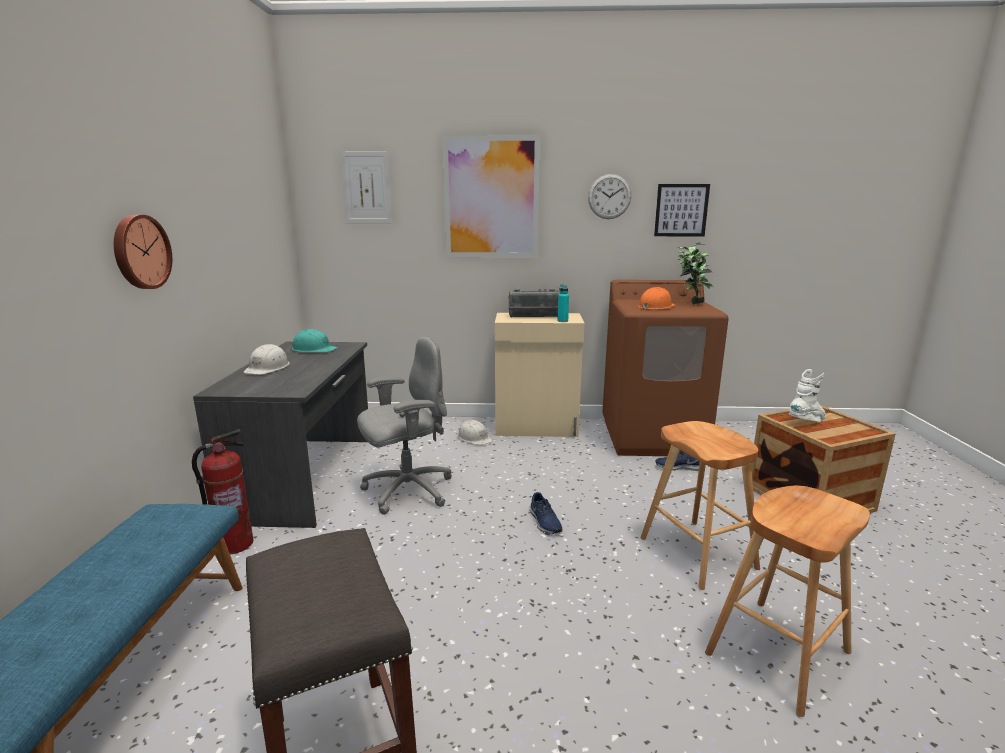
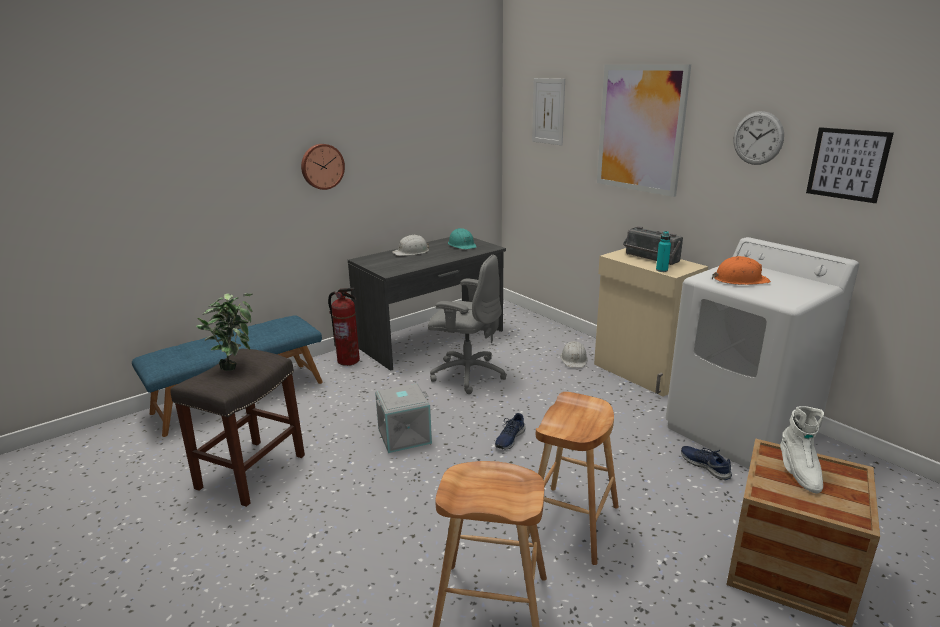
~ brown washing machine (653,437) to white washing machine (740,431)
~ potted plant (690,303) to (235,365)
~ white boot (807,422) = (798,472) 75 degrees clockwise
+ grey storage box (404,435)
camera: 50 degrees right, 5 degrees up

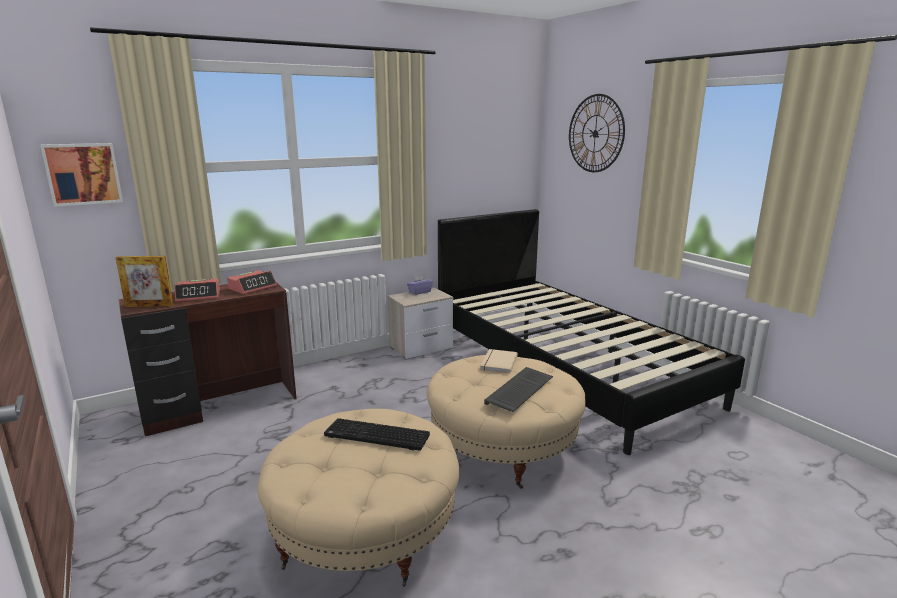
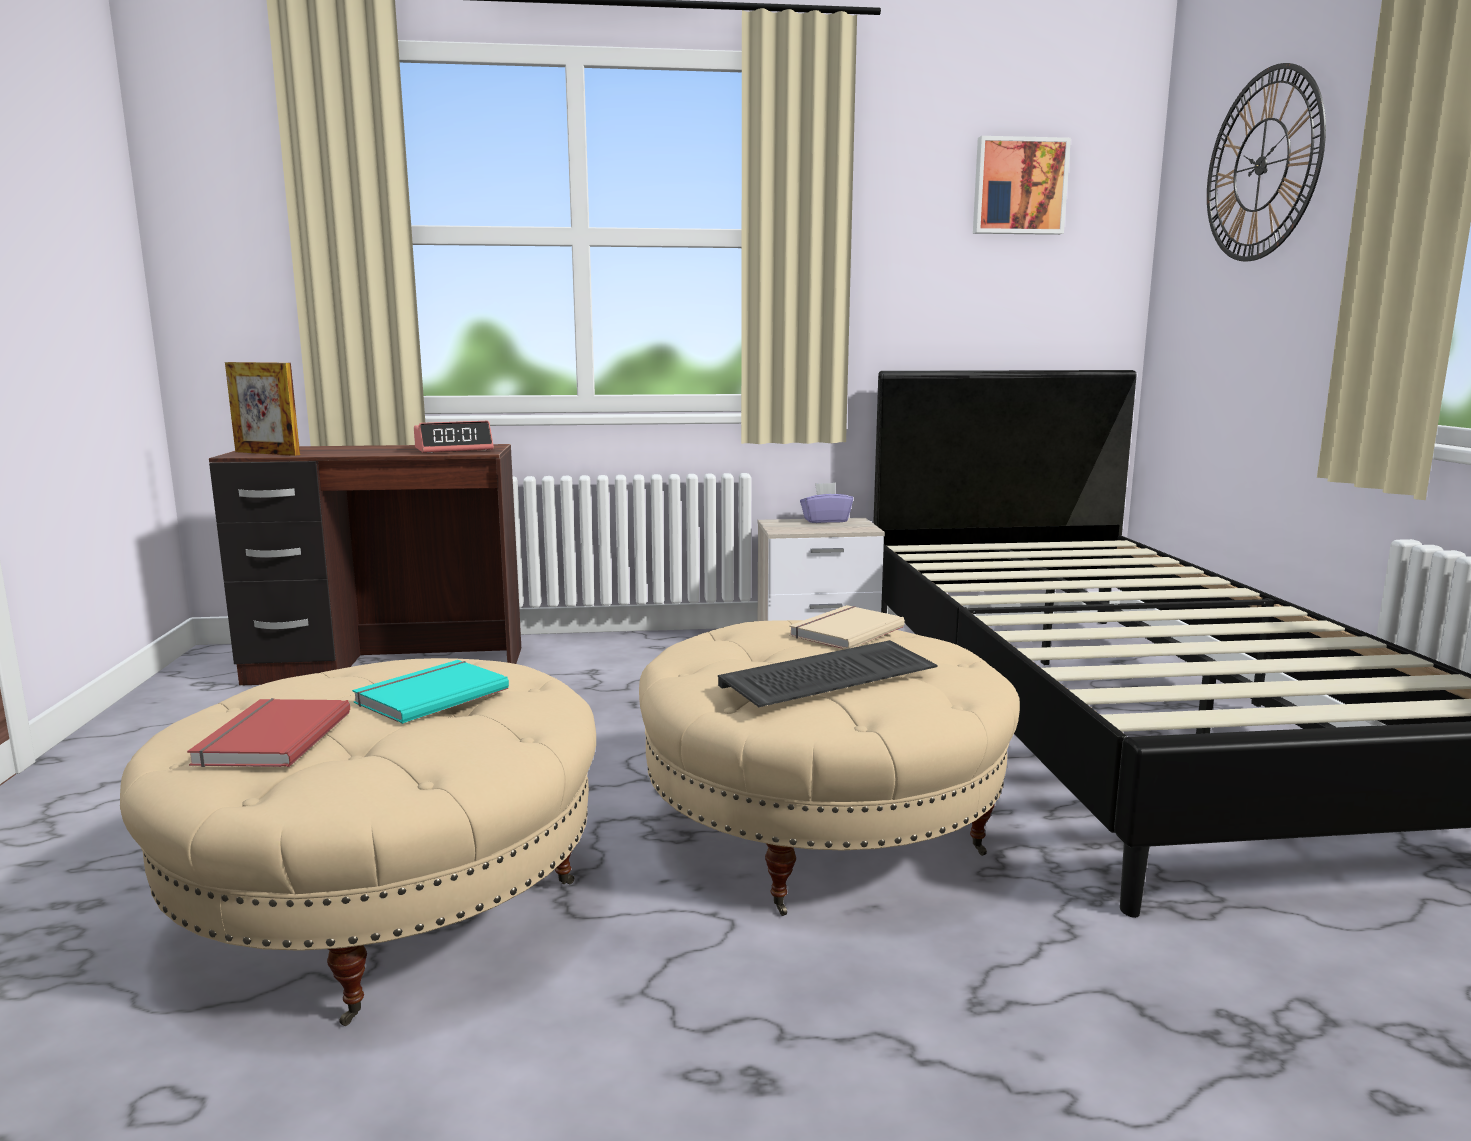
~ picture (83,174) to (1019,187)
- alarm clock (198,296)
~ keyboard (375,436) to turquoise book (429,695)
+ red book (269,738)
camera: 25 degrees right, 5 degrees down

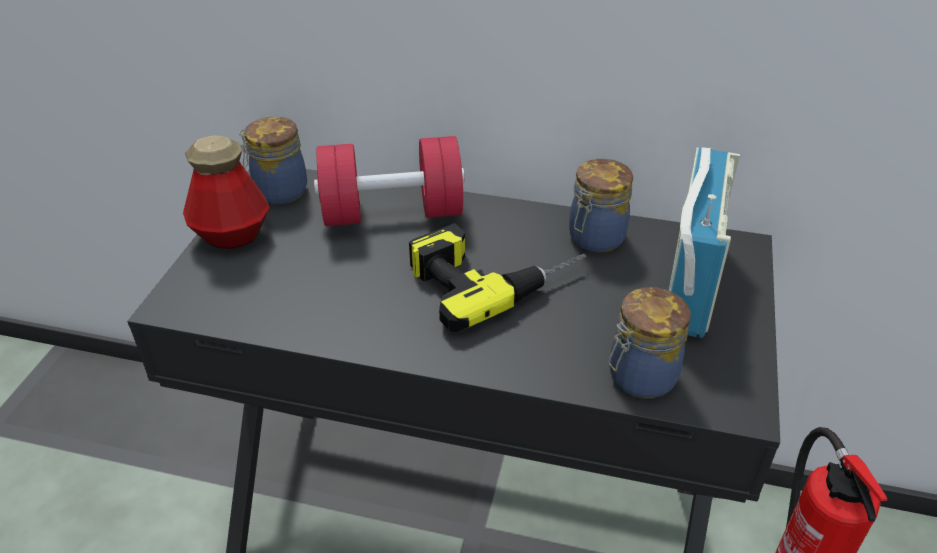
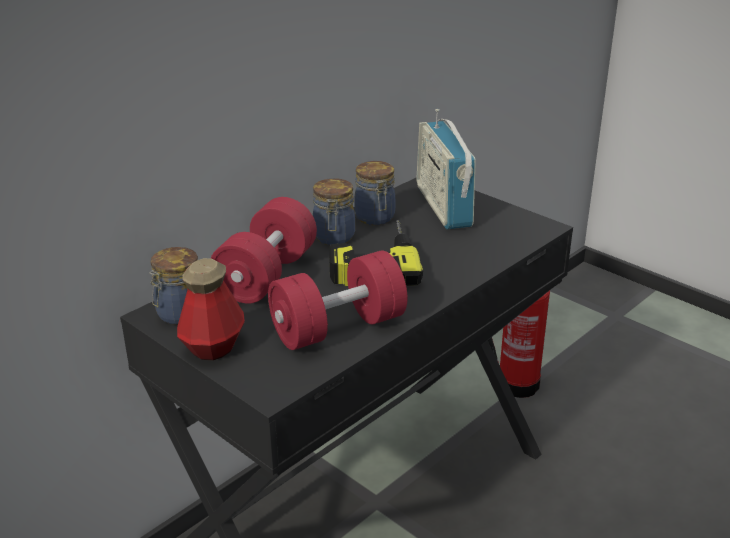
~ jar (639,378) to (334,238)
~ radio (689,284) = (443,206) 150 degrees counterclockwise
+ red dumbbell (338,328)
camera: 60 degrees left, 10 degrees down

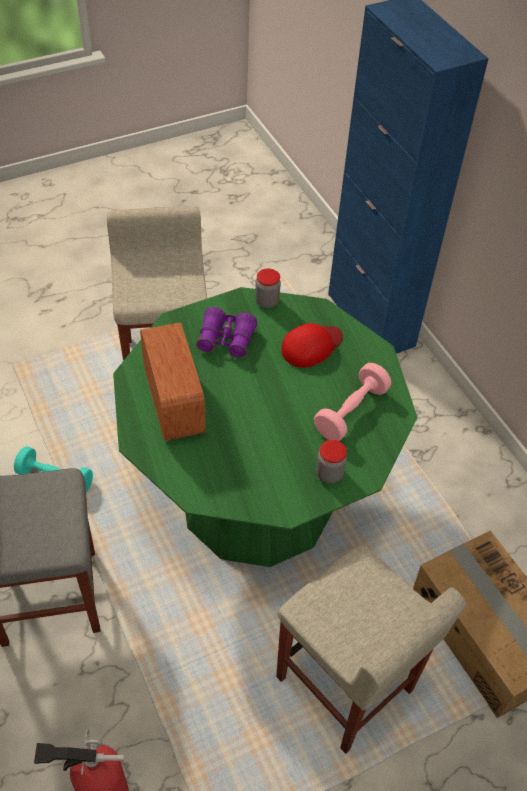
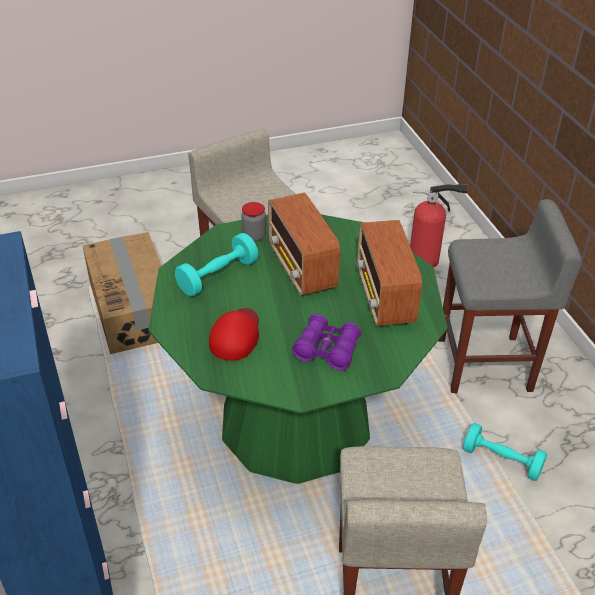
- jar (267,301)
~ red cap (311,346) = (236,335) 135 degrees clockwise
~ pink dumbbell (351,411) to turquoise dumbbell (218,276)
+ radio (302,269)
camera: 170 degrees left, 10 degrees down

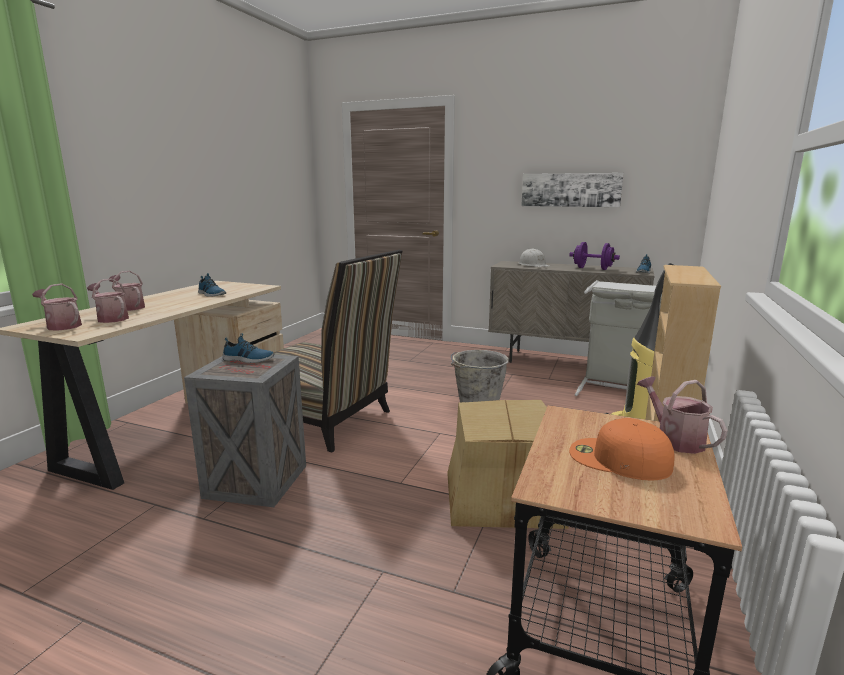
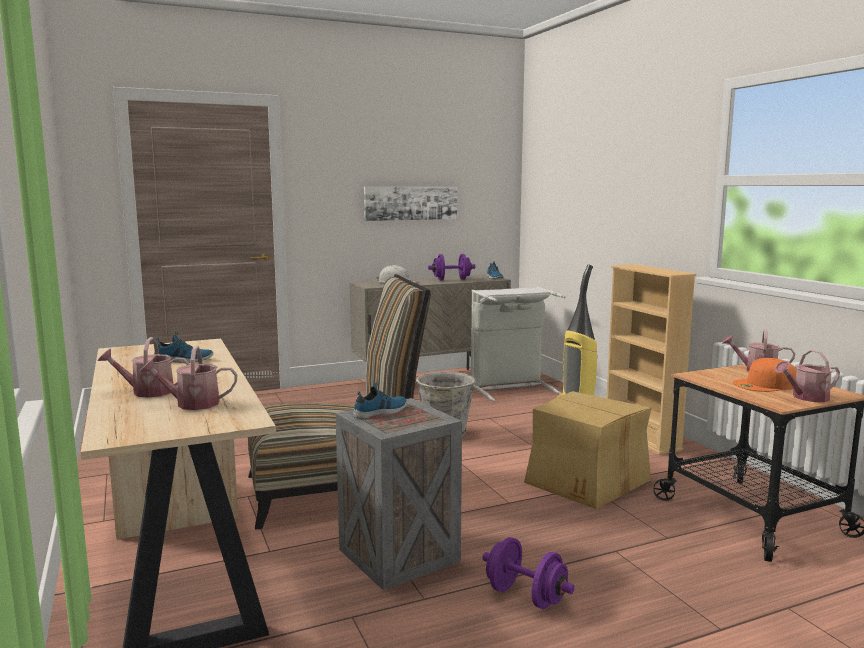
~ watering can (61,326) to (806,397)
+ purple dumbbell (525,596)
camera: 45 degrees left, 5 degrees down

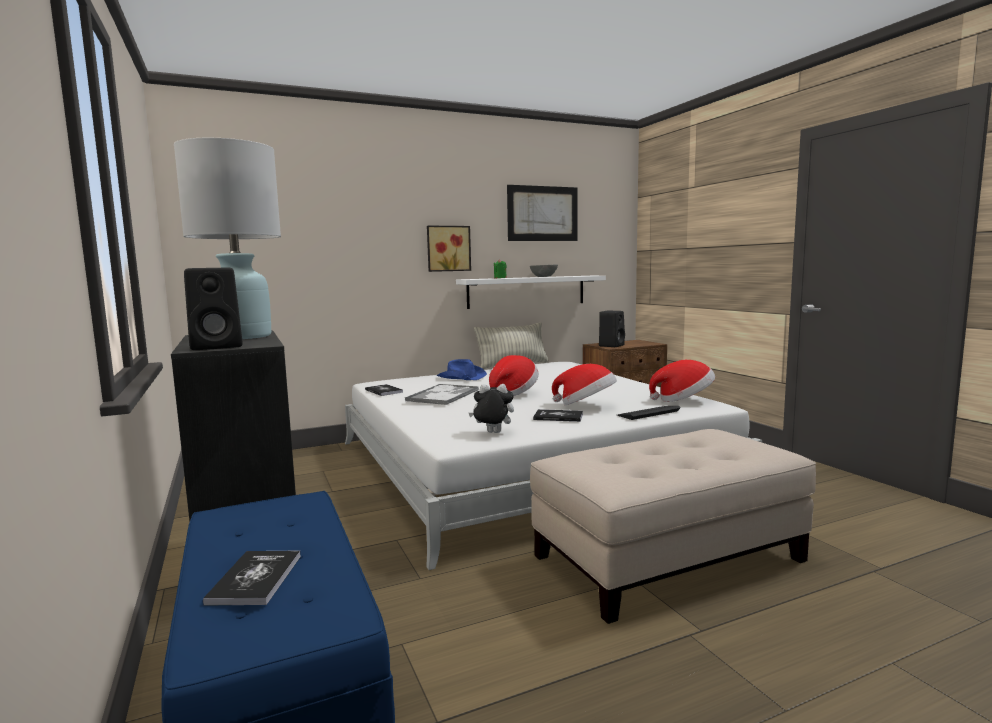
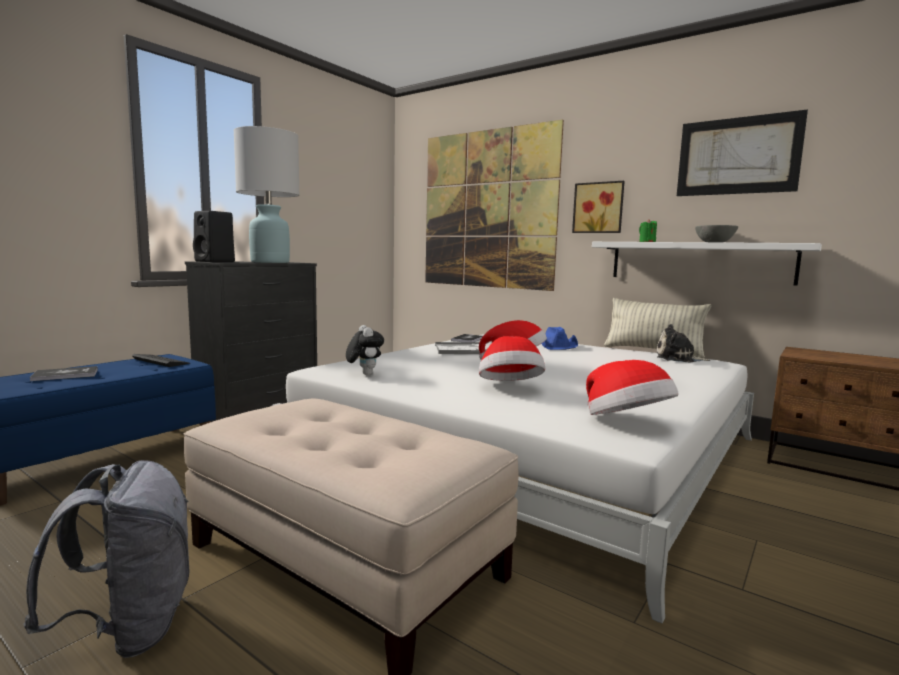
- book (558,417)
- black speaker (611,345)
~ keyboard (648,413) to (161,361)
+ grey backpack (129,629)
+ picture (487,210)
+ plush toy (678,358)
camera: 60 degrees right, 0 degrees up

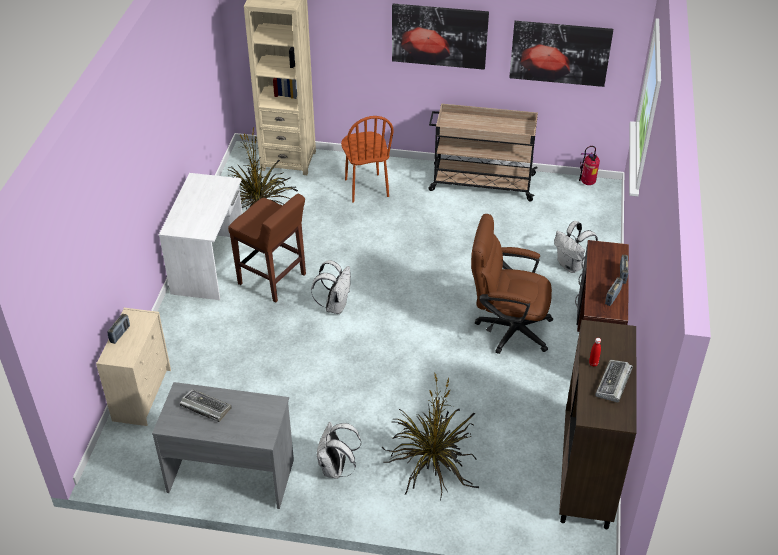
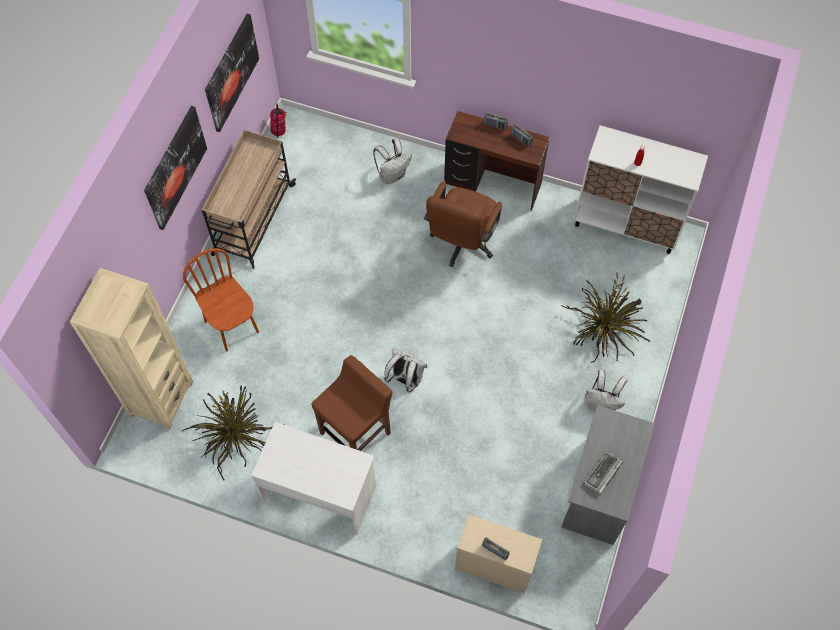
~ brown chair (366,188) = (232,326) 120 degrees counterclockwise
~ brown cabinet (586,474) to white cabinet (627,225)
- keyboard (613,384)
camera: 80 degrees left, 20 degrees up

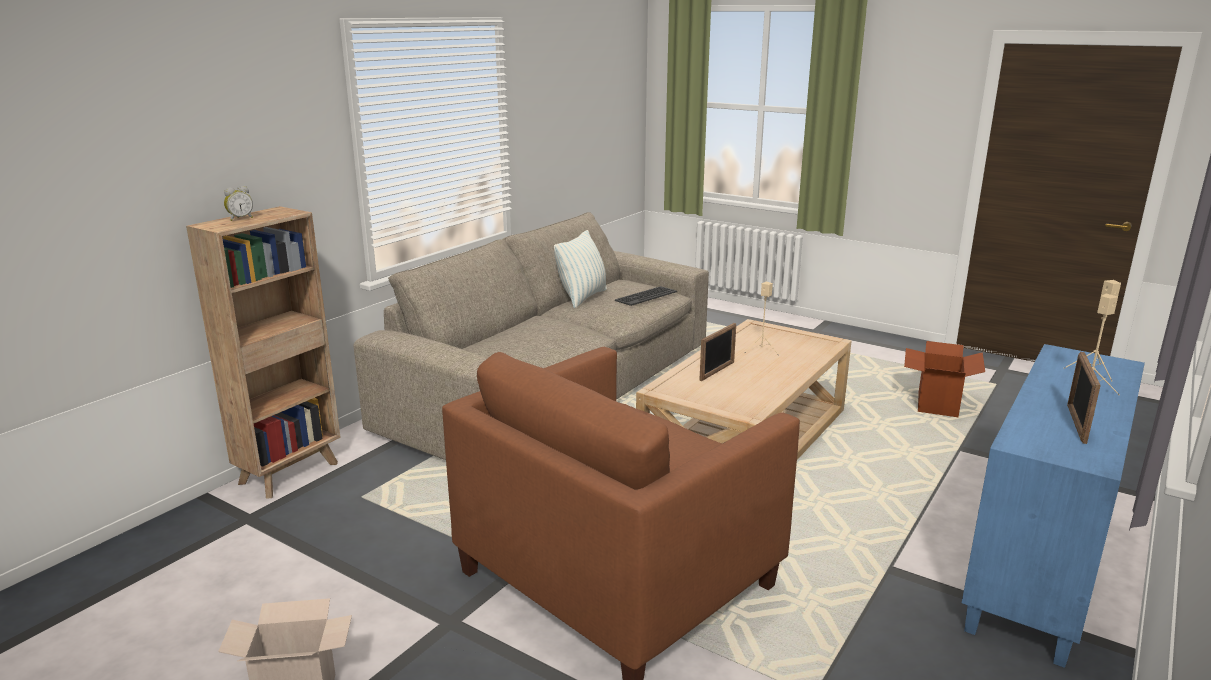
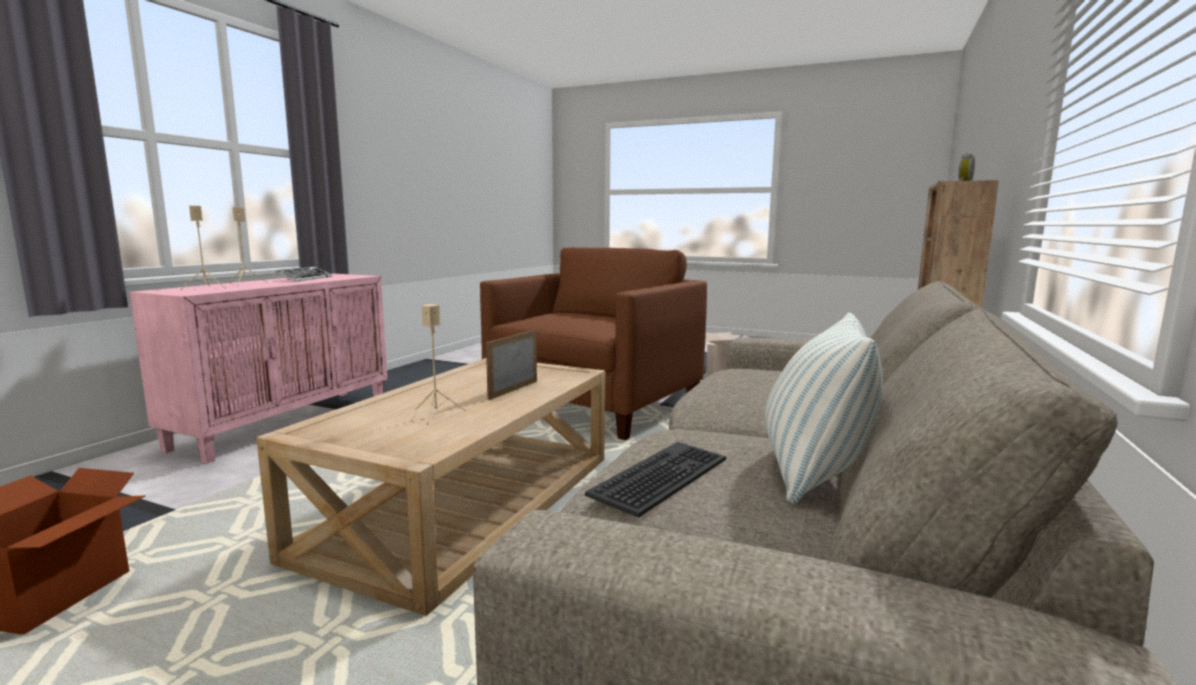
~ blue cabinet (1039,572) to pink cabinet (286,422)
~ picture frame (1076,424) to keyboard (304,278)
camera: 170 degrees right, 10 degrees down

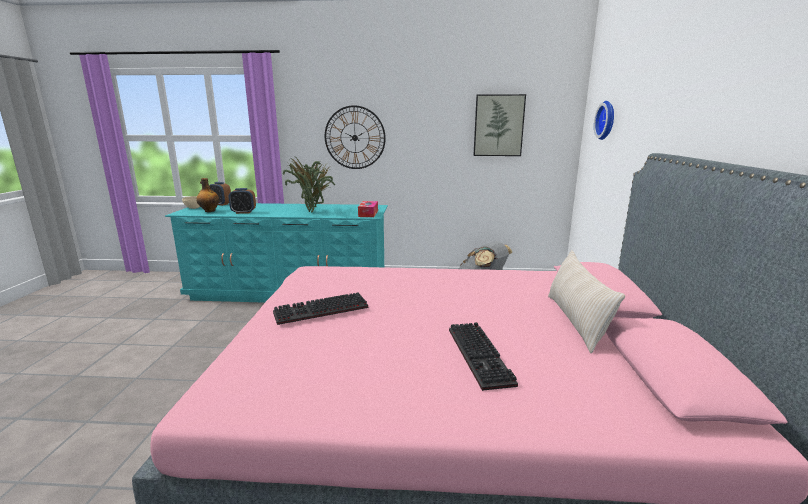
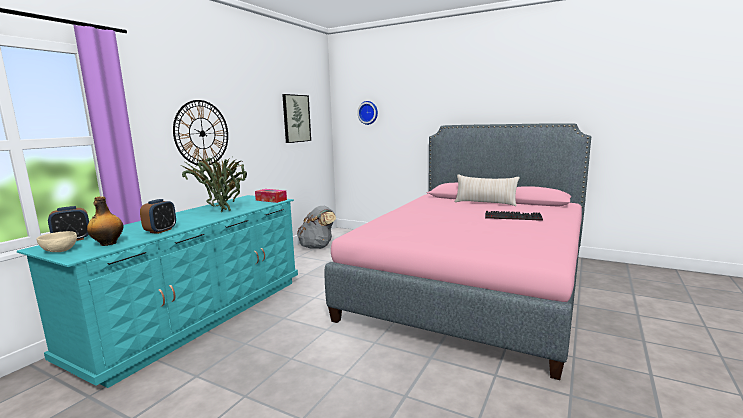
- keyboard (320,311)
camera: 65 degrees left, 5 degrees down

